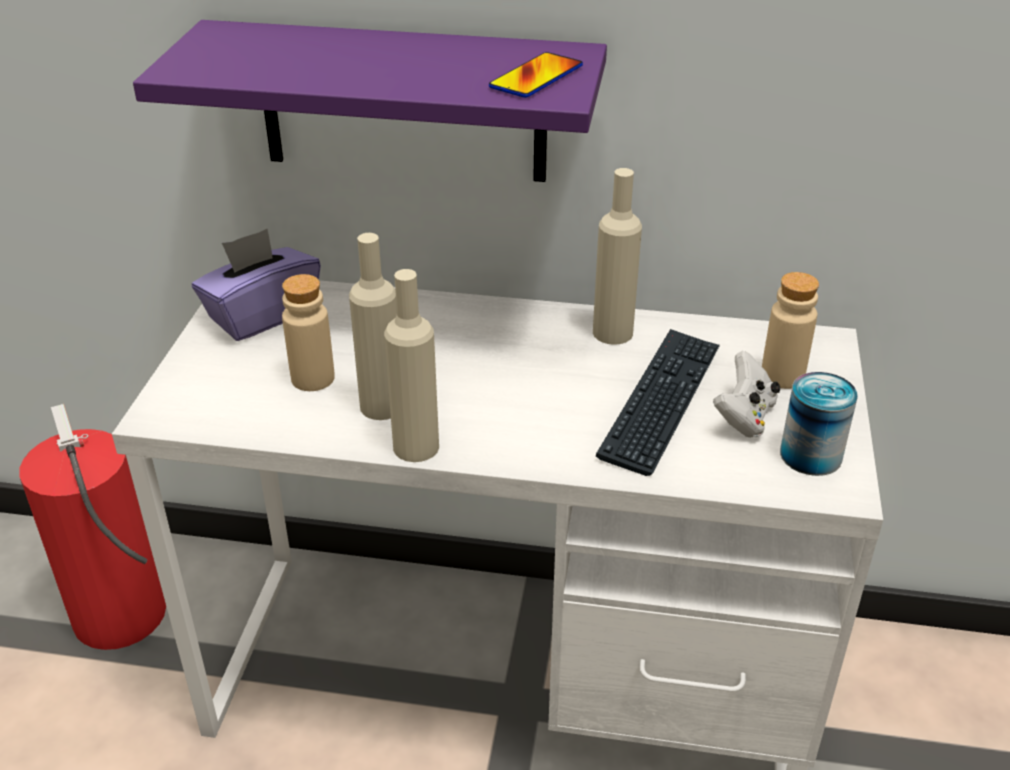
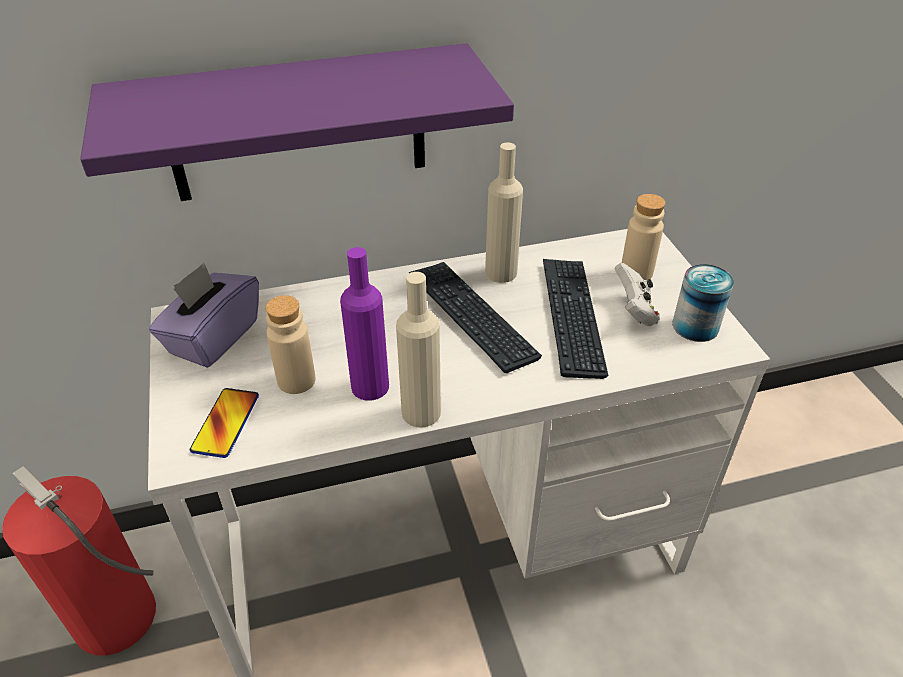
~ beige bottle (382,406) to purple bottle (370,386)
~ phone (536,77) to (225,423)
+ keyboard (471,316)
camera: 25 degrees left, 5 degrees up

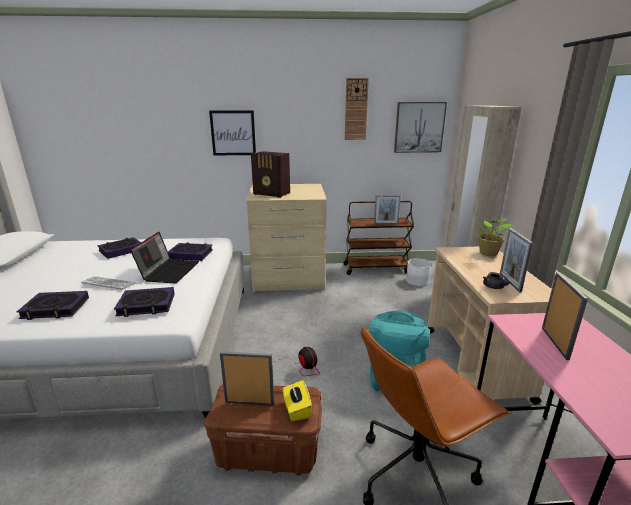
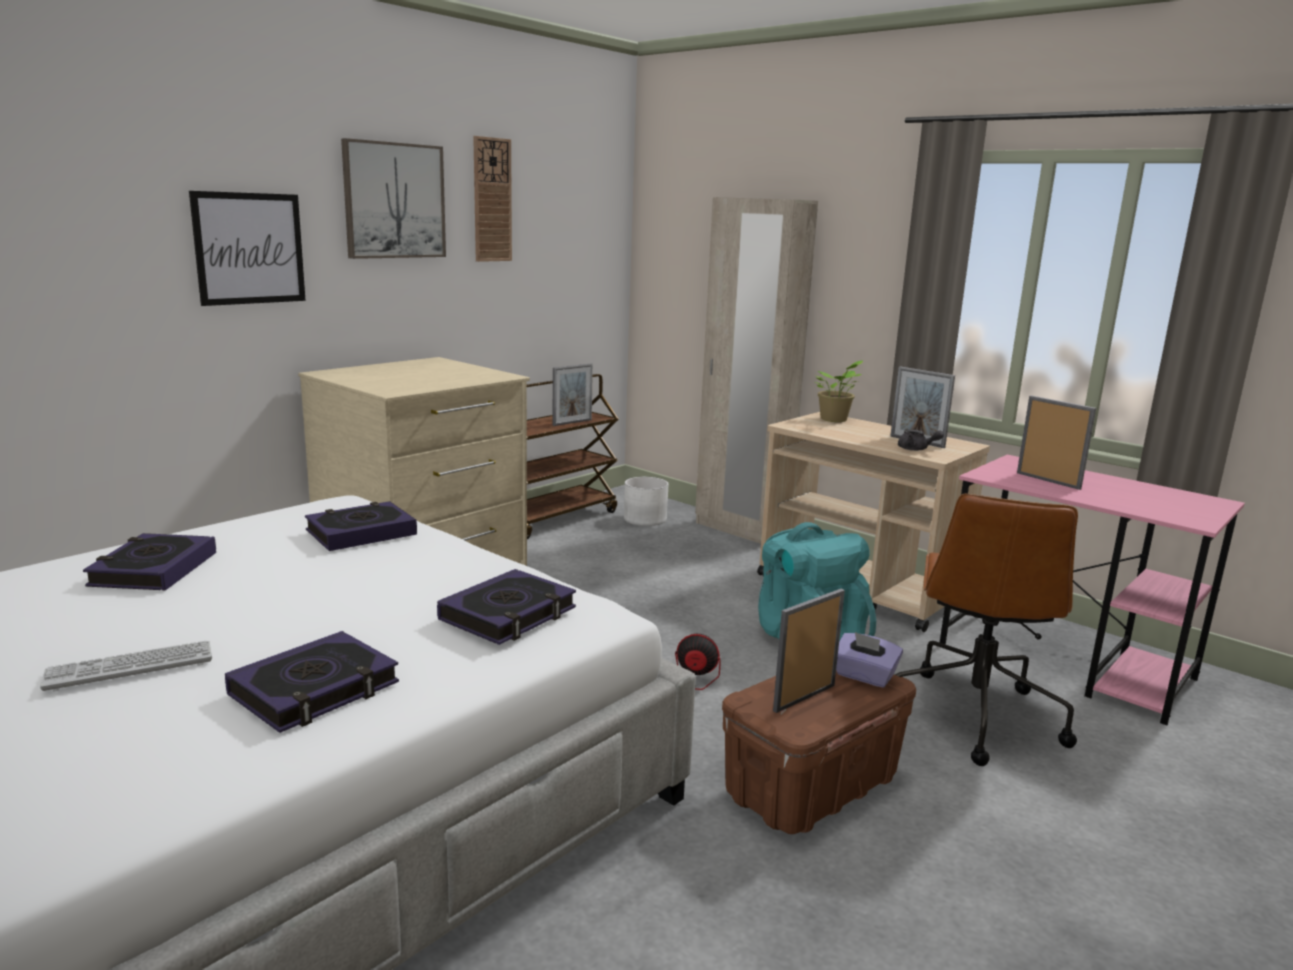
~ keyboard (108,283) to (130,667)
- laptop (169,271)
- radio (272,194)
~ yellow tissue box (296,409) to purple tissue box (864,676)
~ picture (419,127) to (394,201)
camera: 45 degrees left, 5 degrees down

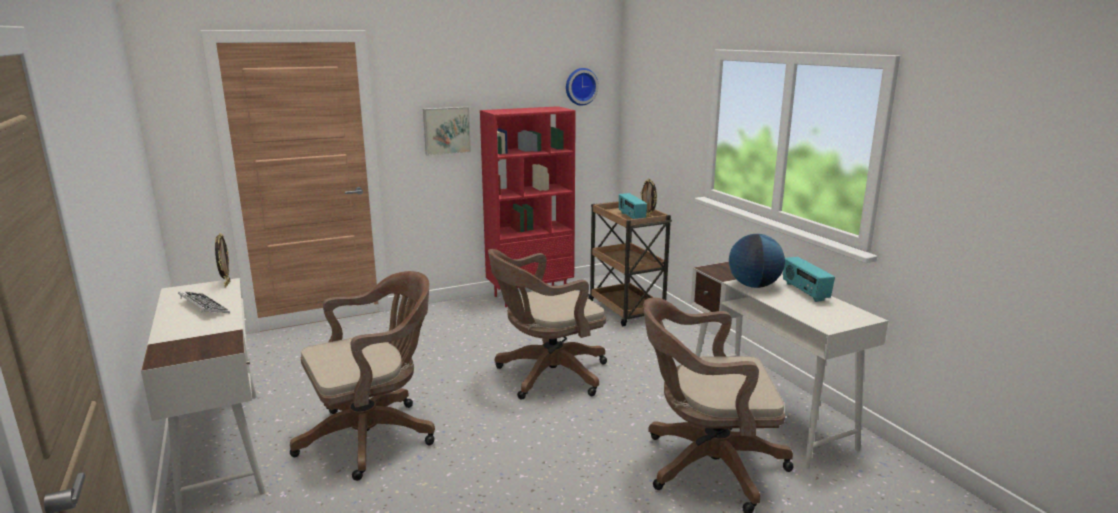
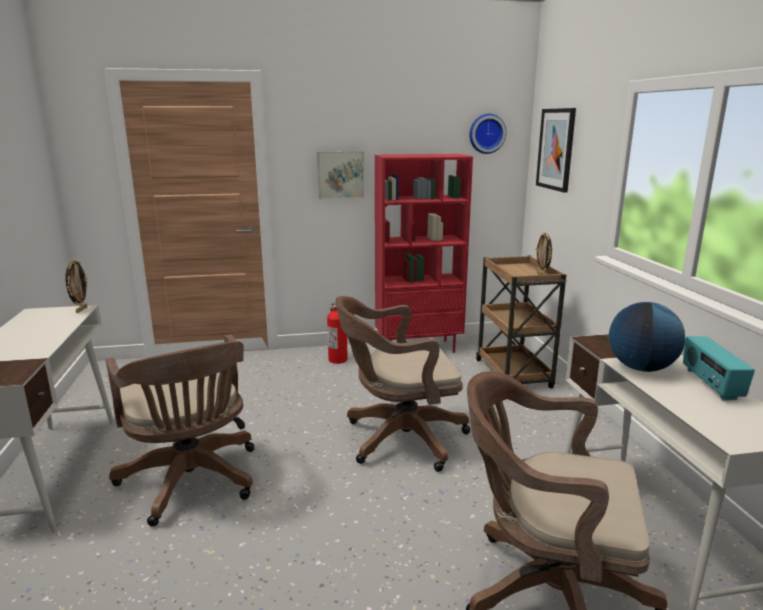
- keyboard (203,307)
~ brown office chair (374,436) = (192,483) 75 degrees clockwise
- radio (631,217)
+ fire extinguisher (338,359)
+ picture (556,149)
camera: 15 degrees right, 0 degrees up

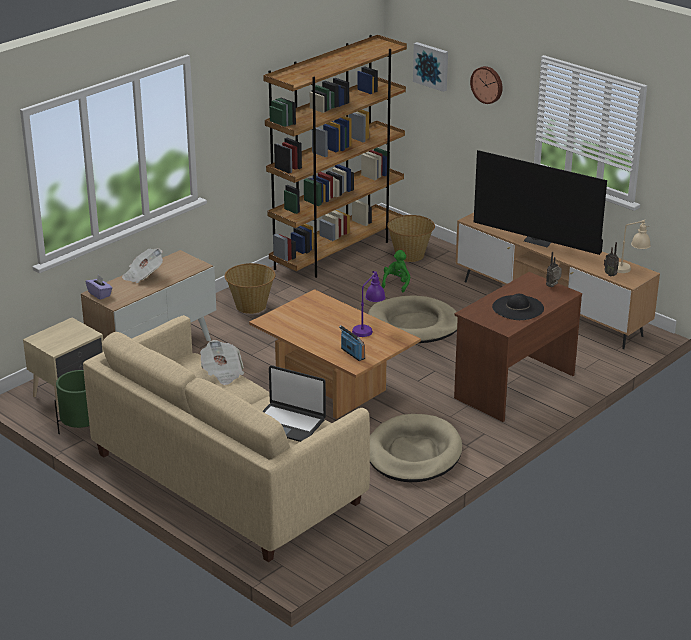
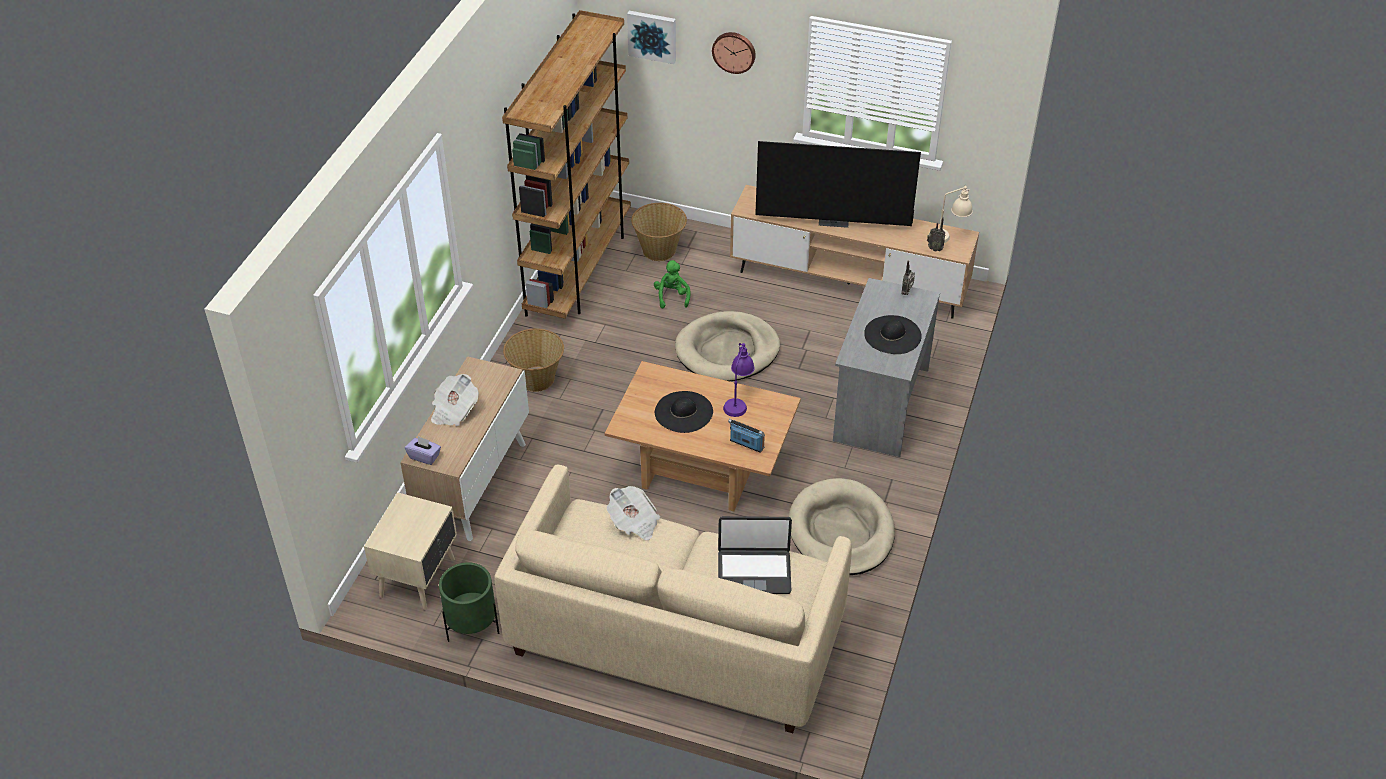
~ brown desk (513,386) to grey desk (879,404)
+ black hat (683,412)
camera: 25 degrees left, 15 degrees up

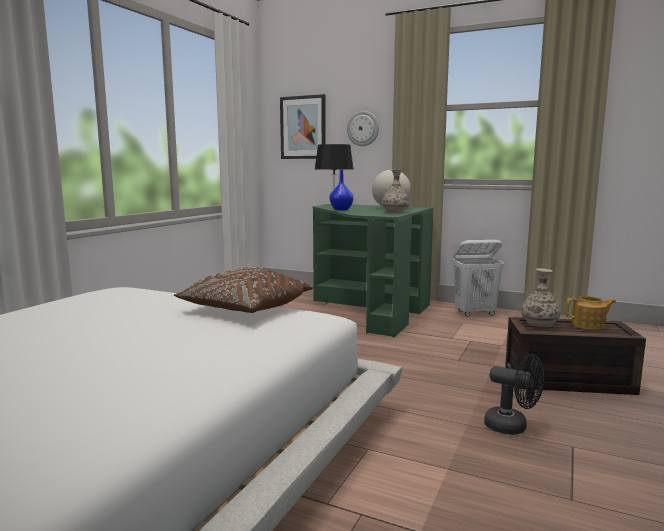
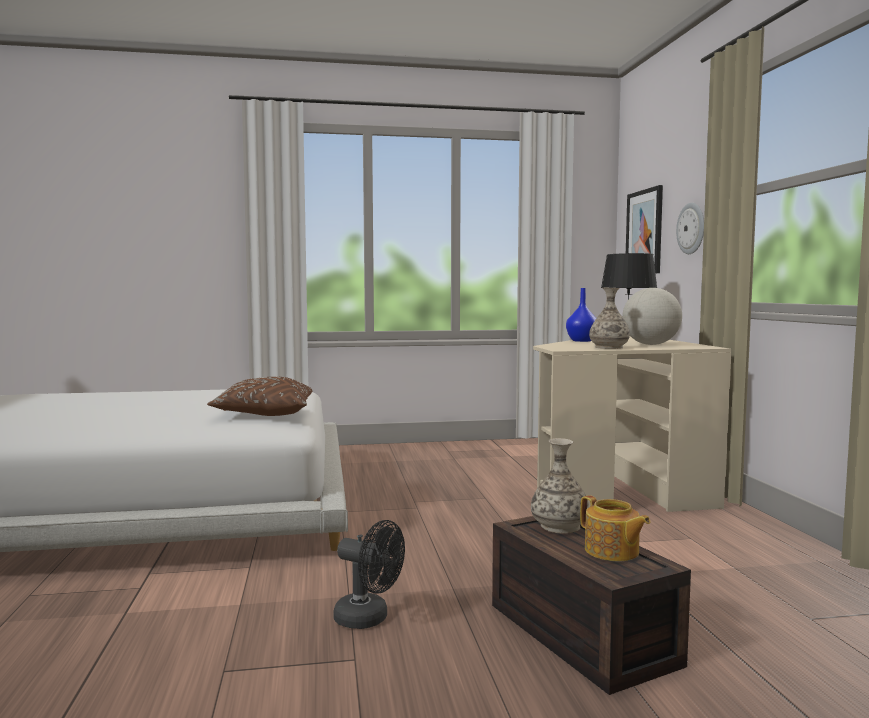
~ green desk (368,310) to beige desk (618,489)
- white laundry basket (475,313)
~ black fan (512,427) = (369,619) 60 degrees counterclockwise
camera: 55 degrees right, 5 degrees down

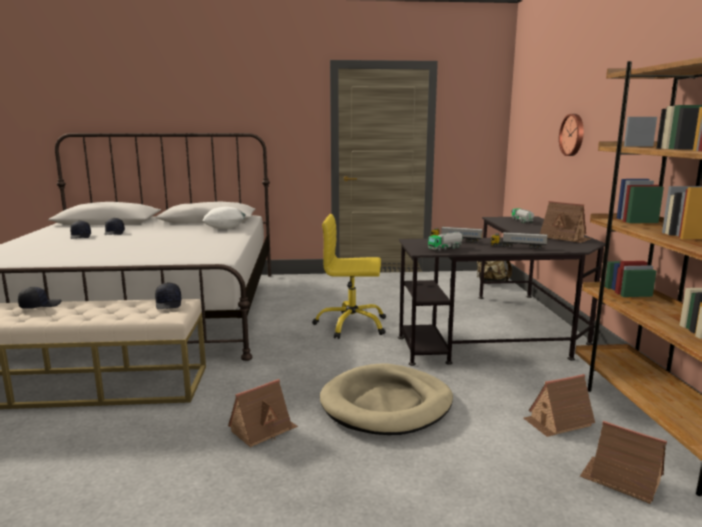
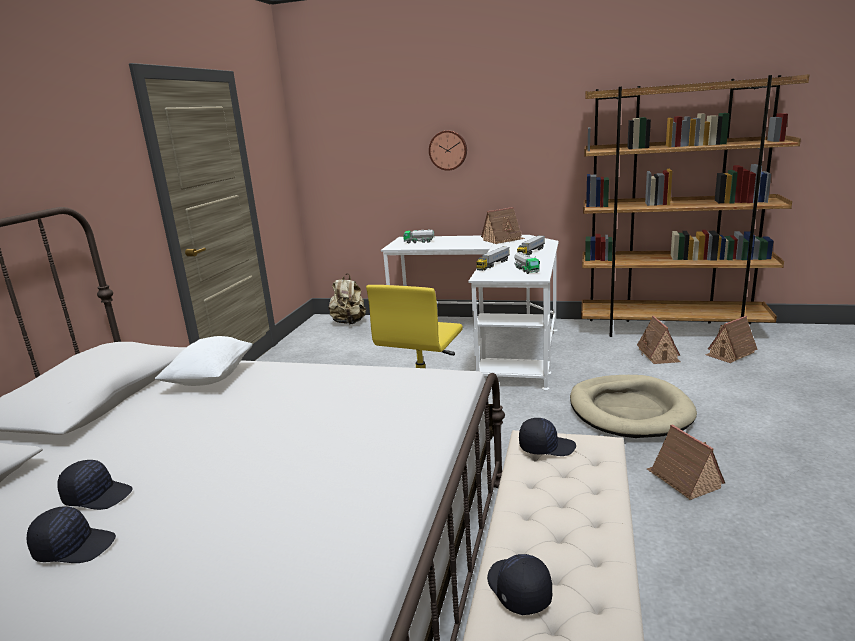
~ black desk (506,331) to white desk (487,340)
camera: 70 degrees left, 5 degrees up

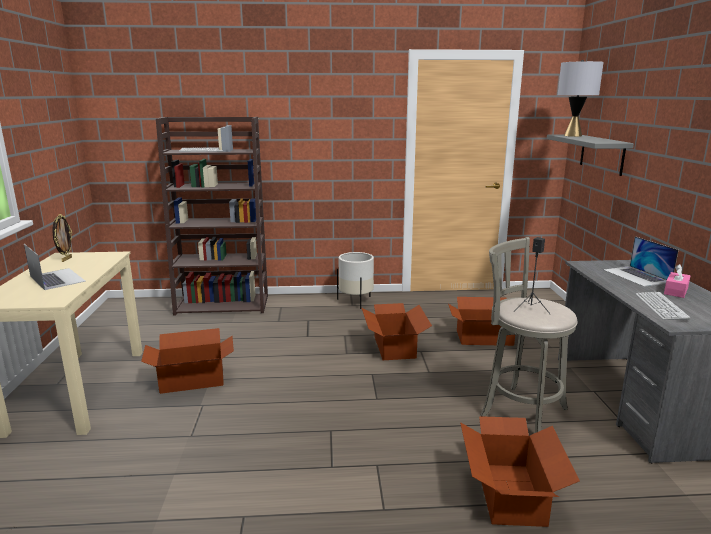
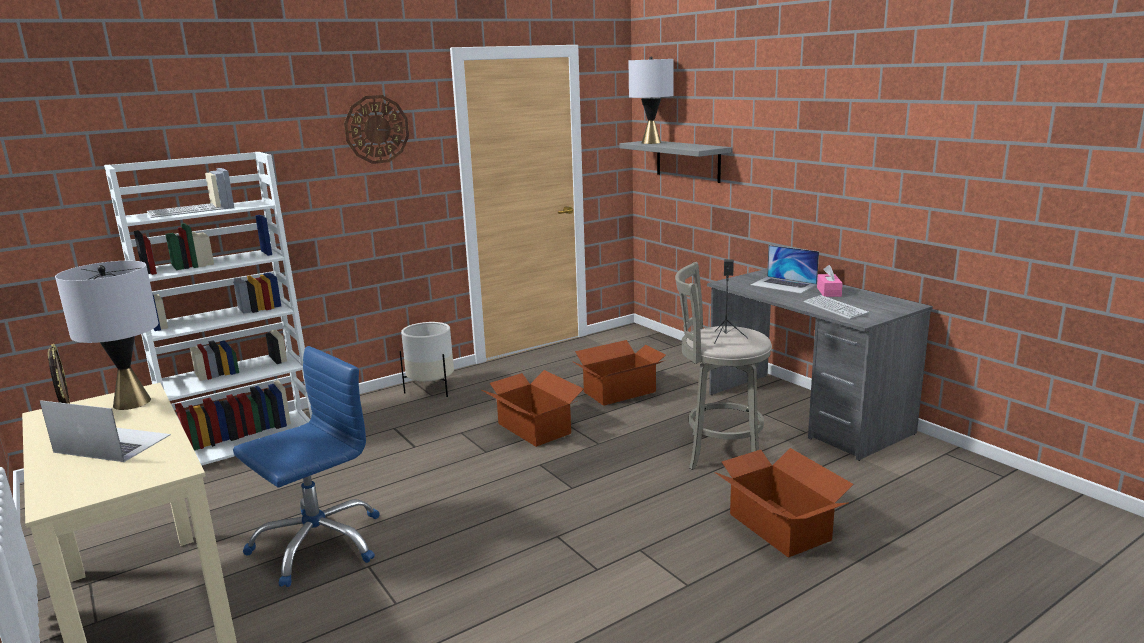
~ cardboard box (193,380) to blue office chair (317,544)
~ brown bookcase (223,305) to white bookcase (245,441)
+ grey table lamp (132,403)
+ wall clock (376,129)
camera: 30 degrees left, 0 degrees up

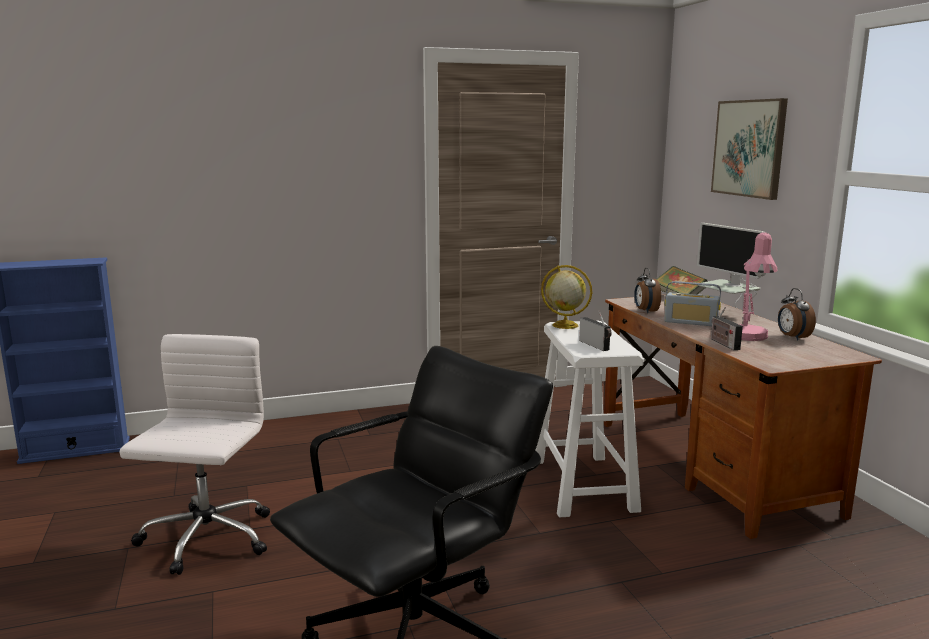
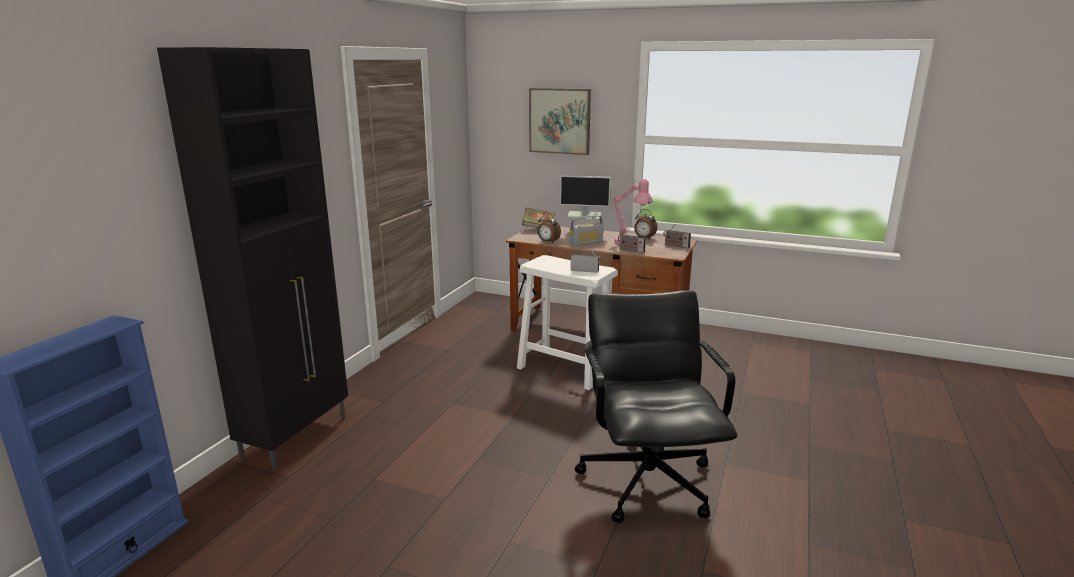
- white office chair (205,539)
- globe (564,325)
+ black cabinet (297,437)
+ radio (675,245)
camera: 50 degrees left, 5 degrees up

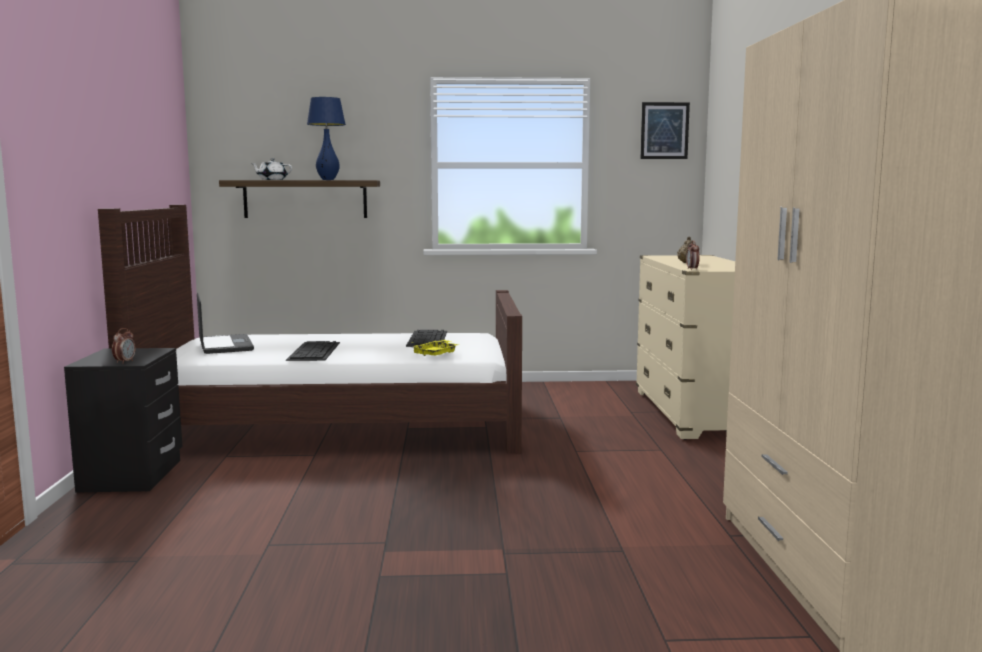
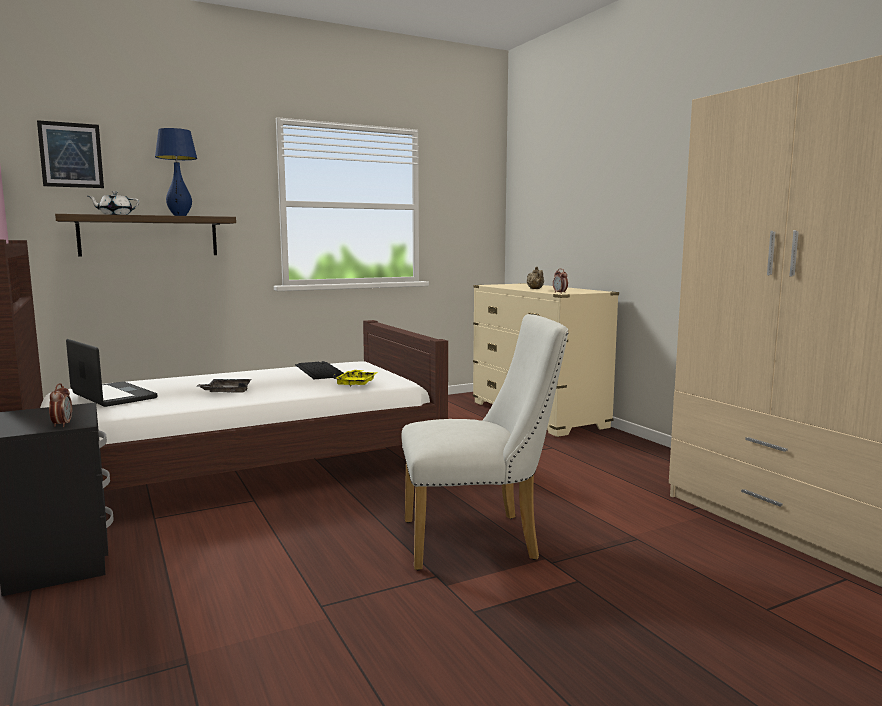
~ keyboard (314,351) to grey tray (227,392)
~ picture (664,130) to (71,155)
+ white chair (480,540)
camera: 25 degrees left, 0 degrees up

